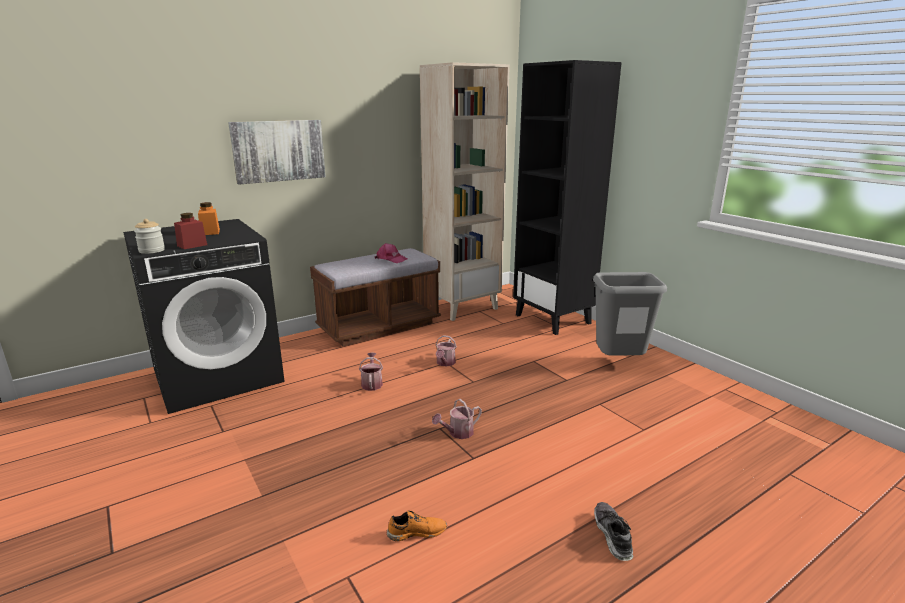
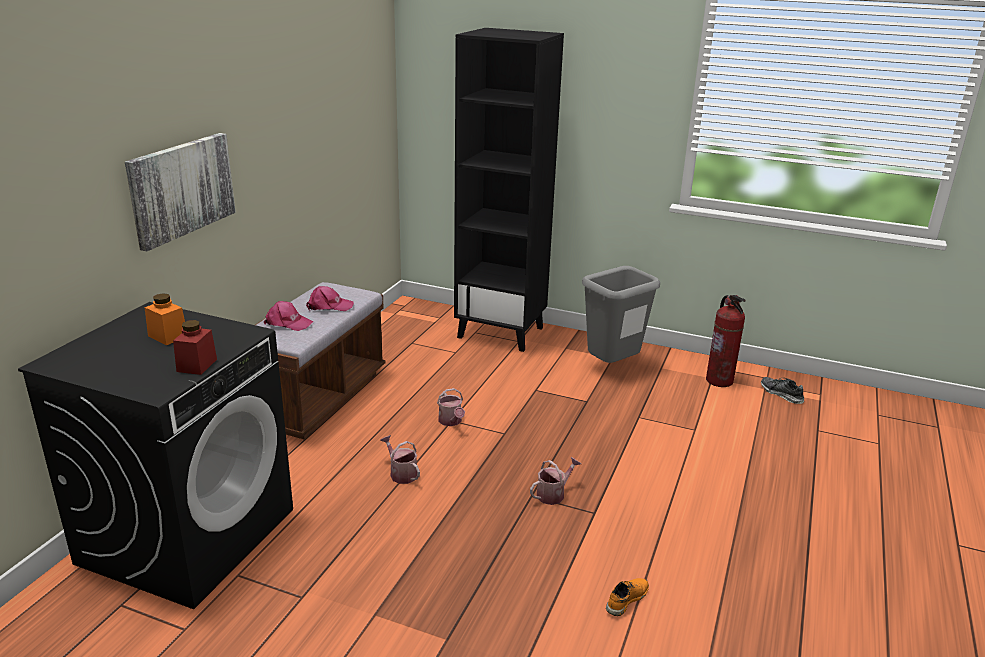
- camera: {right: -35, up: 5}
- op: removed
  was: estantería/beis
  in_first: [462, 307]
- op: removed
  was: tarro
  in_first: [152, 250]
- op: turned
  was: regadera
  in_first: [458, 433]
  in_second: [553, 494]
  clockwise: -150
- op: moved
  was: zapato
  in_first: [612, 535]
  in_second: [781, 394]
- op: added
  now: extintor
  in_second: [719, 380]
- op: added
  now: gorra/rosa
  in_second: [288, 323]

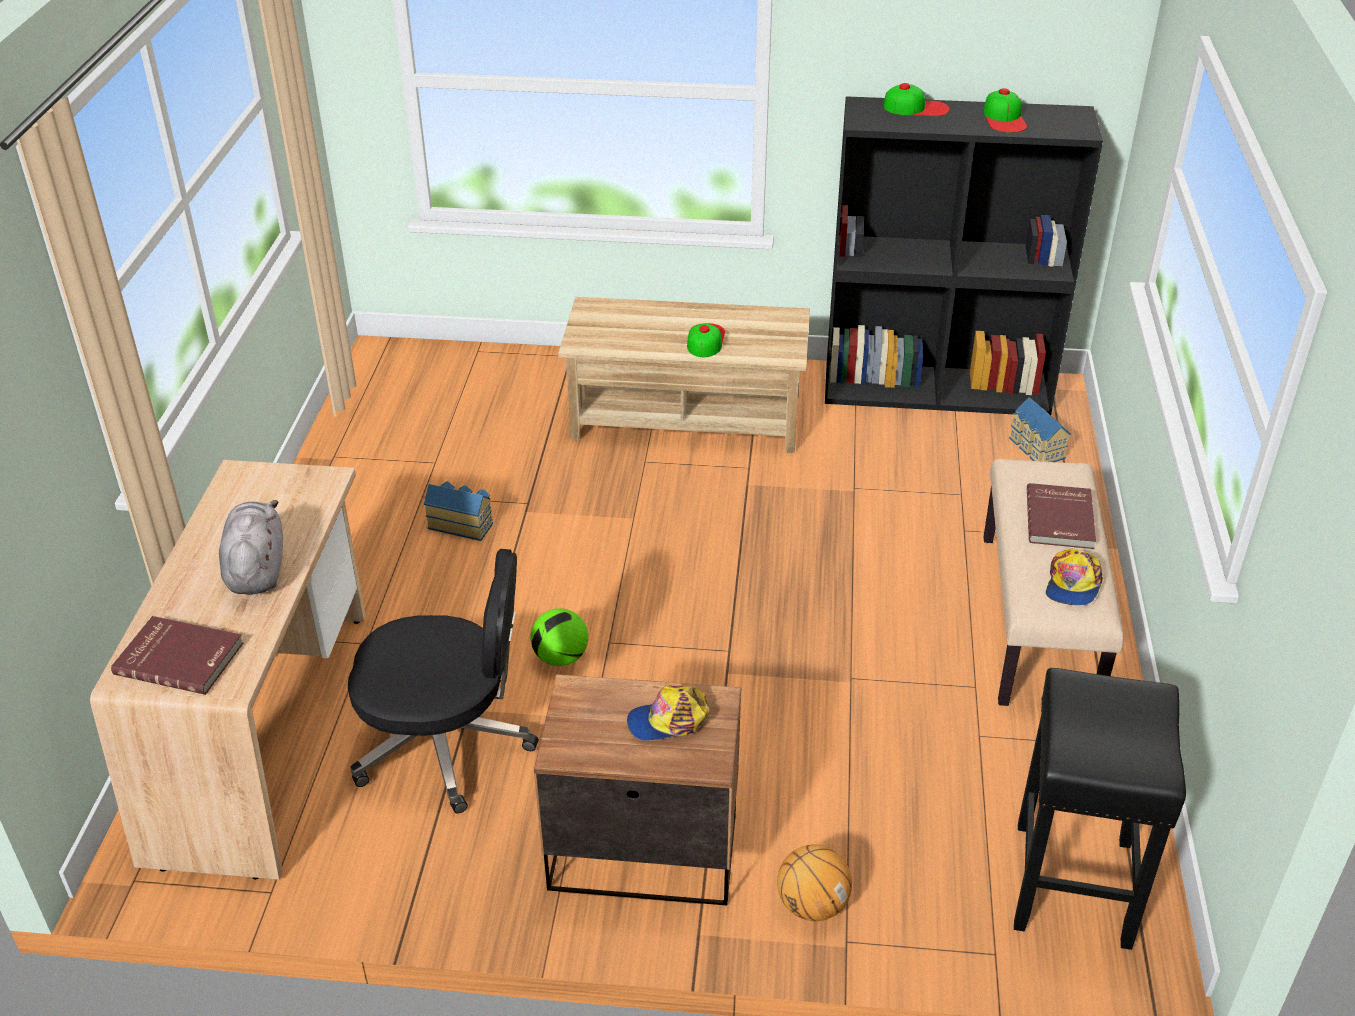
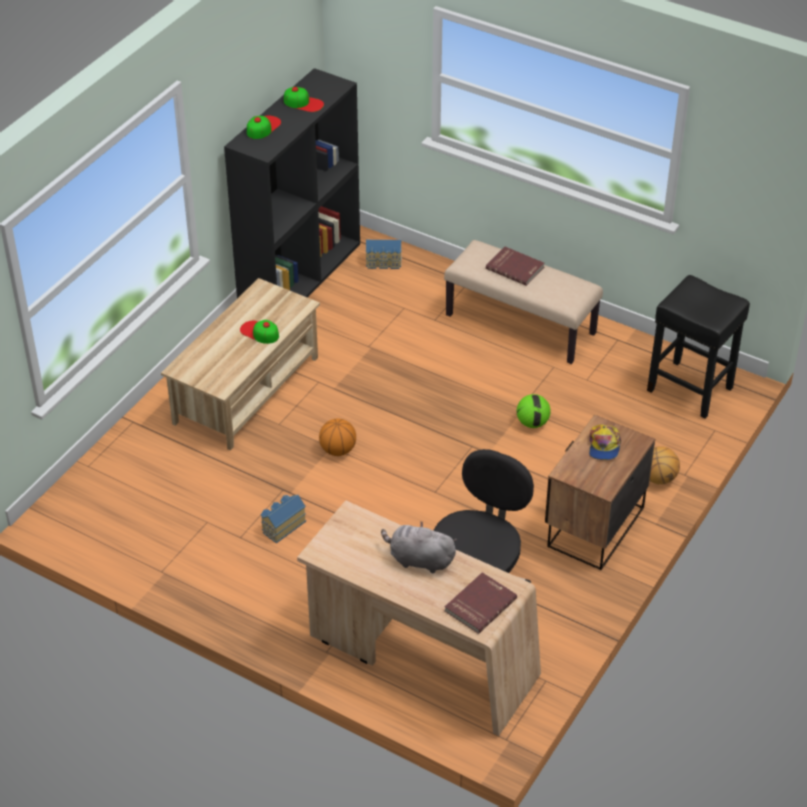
- camera: {right: -65, up: 5}
- op: removed
  was: gorra
  in_first: [1072, 584]
- op: moved
  was: balón de fútbol
  in_first: [560, 657]
  in_second: [532, 423]
- op: added
  now: balón de baloncesto
  in_second: [338, 450]

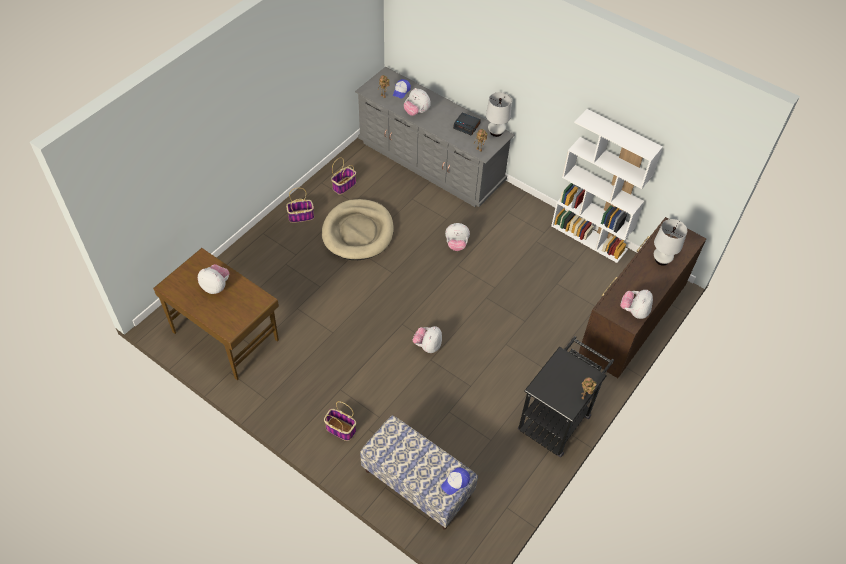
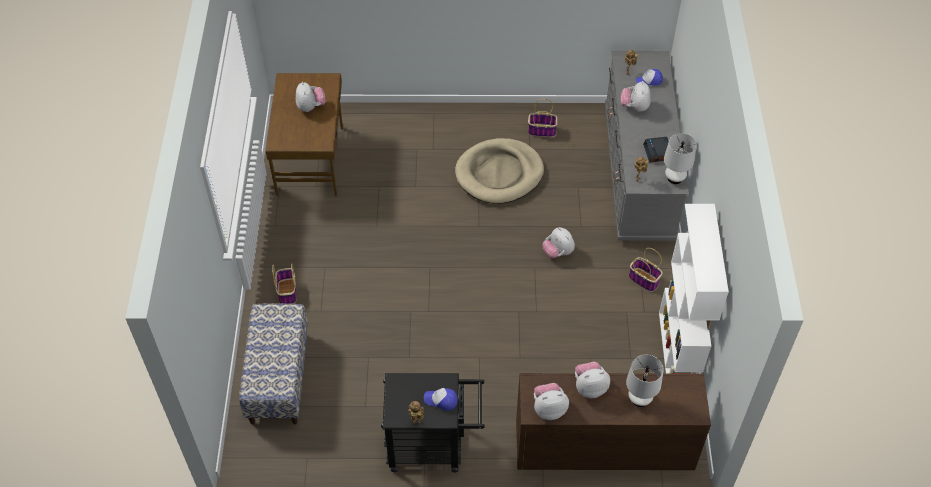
- camera: {right: 55, up: 0}
- op: moved
  was: cesta
  in_first: [301, 216]
  in_second: [644, 280]
- op: moved
  was: peluche
  in_first: [427, 346]
  in_second: [589, 387]
- op: moved
  was: gorra
  in_first: [455, 482]
  in_second: [441, 400]

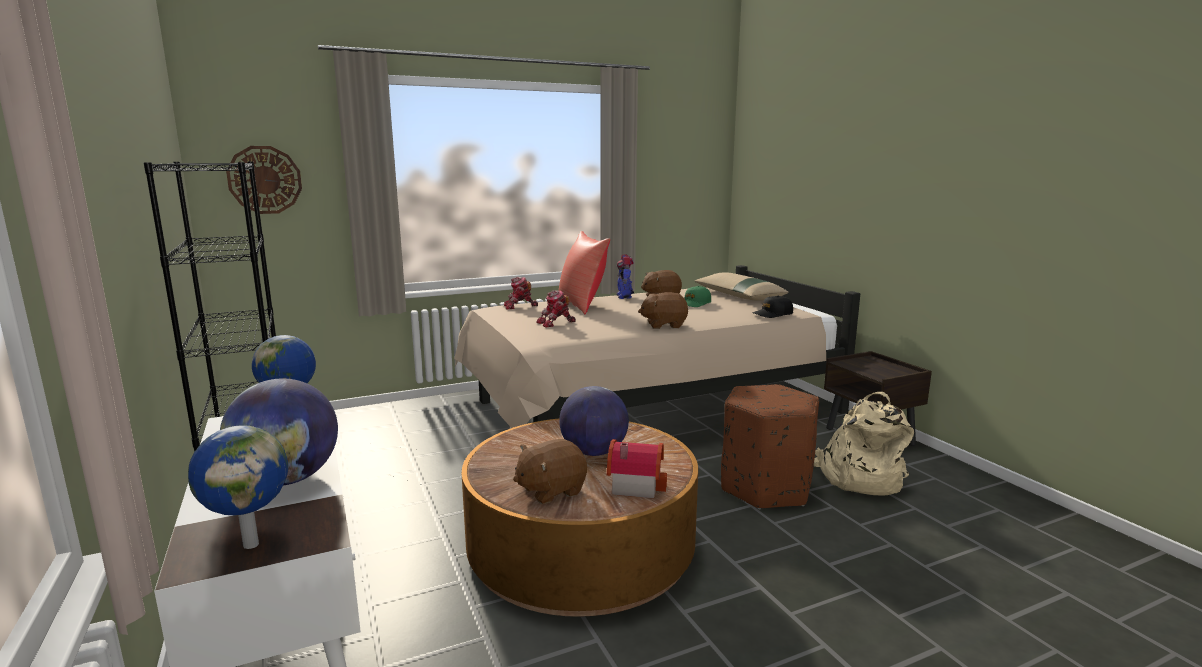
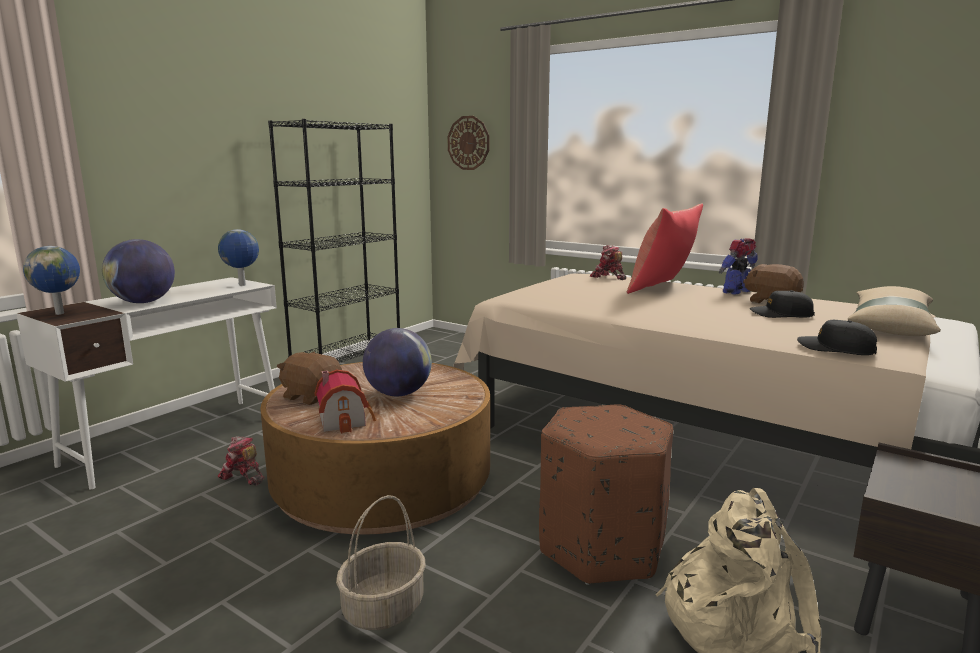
- camera: {right: 60, up: 0}
- op: recoloured
  was: gorra/verde
  now: gorra/negro
  in_first: [694, 304]
  in_second: [781, 314]
- op: moved
  was: robot de juguete
  in_first: [556, 323]
  in_second: [243, 477]
- op: removed
  was: peluche/marrón
  in_first: [664, 325]
- op: added
  now: cesta
  in_second: [383, 608]

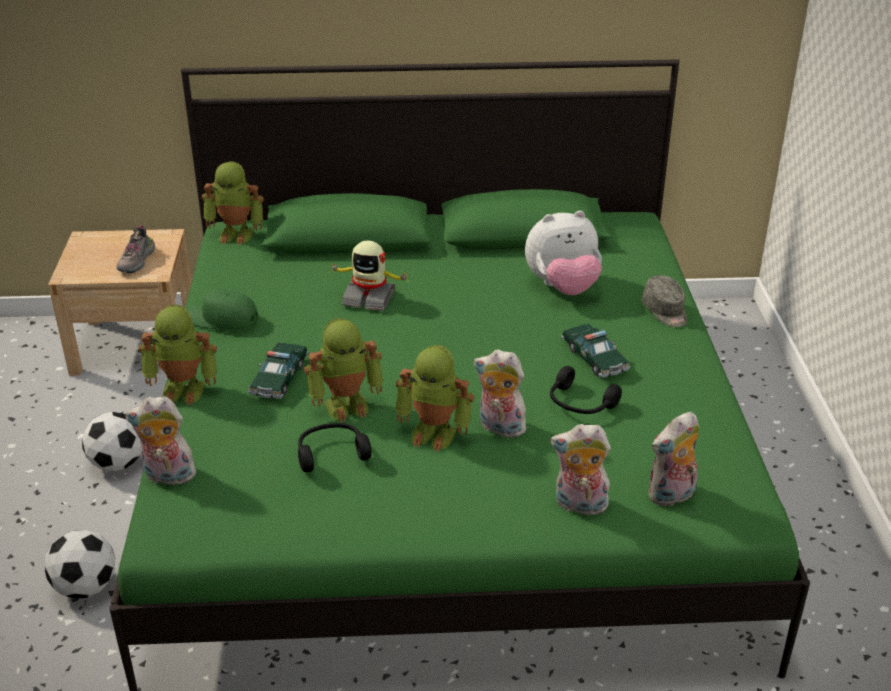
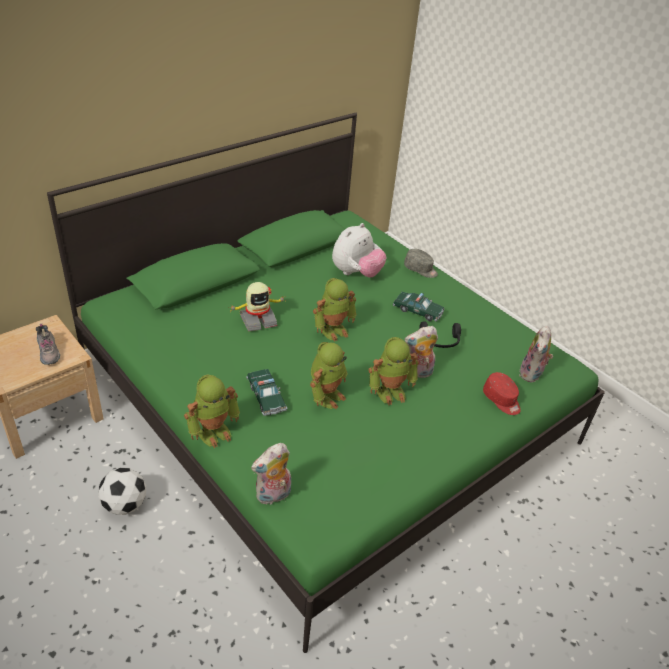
- camera: {right: -40, up: 5}
- op: moved
  was: robot de juguete
  in_first: [237, 234]
  in_second: [333, 330]
- op: removed
  was: gorra/verde
  in_first: [222, 319]
- op: removed
  was: auriculares/negro
  in_first: [331, 453]
- op: replaced
  was: peluche
  now: gorra/rojo
  in_first: [579, 505]
  in_second: [501, 400]
- op: removed
  was: balón de fútbol
  in_first: [86, 587]

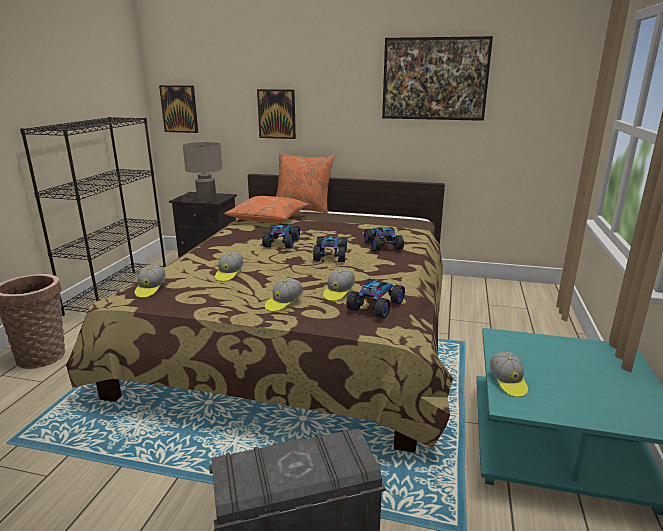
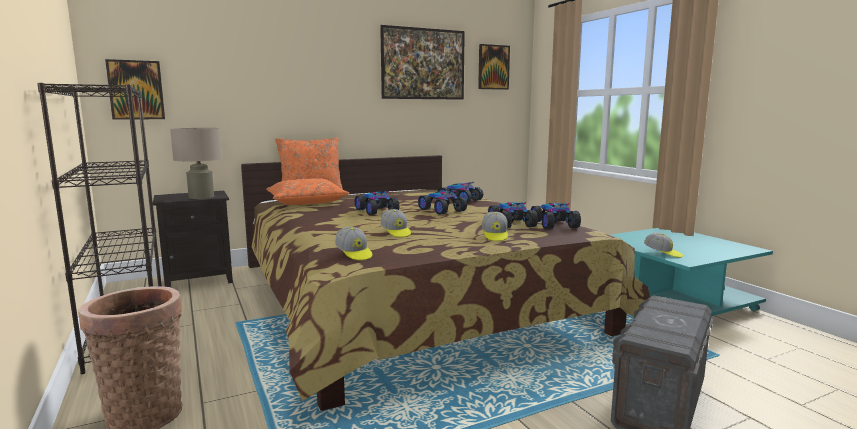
- camera: {right: -40, up: -10}
- op: moved
  was: cuadro
  in_first: [277, 114]
  in_second: [493, 67]
- op: replaced
  was: gorra
  now: coche de juguete
  in_first: [338, 292]
  in_second: [512, 224]

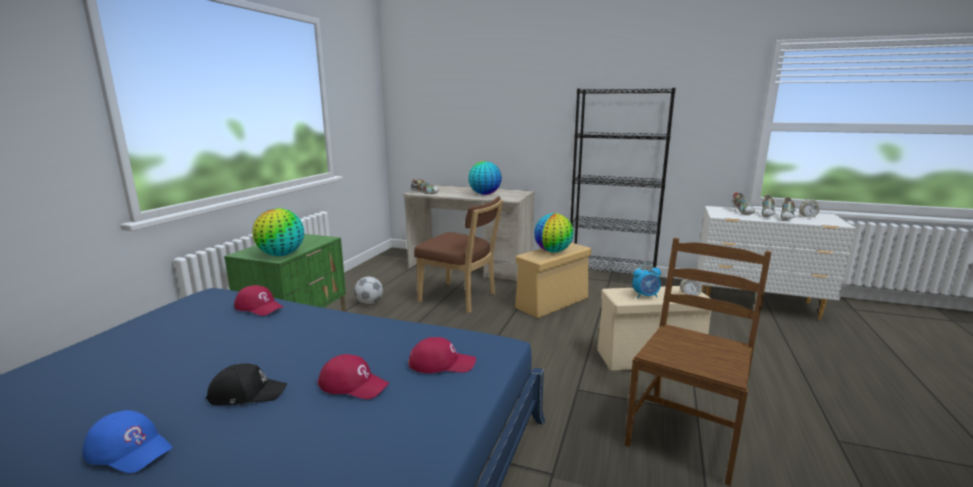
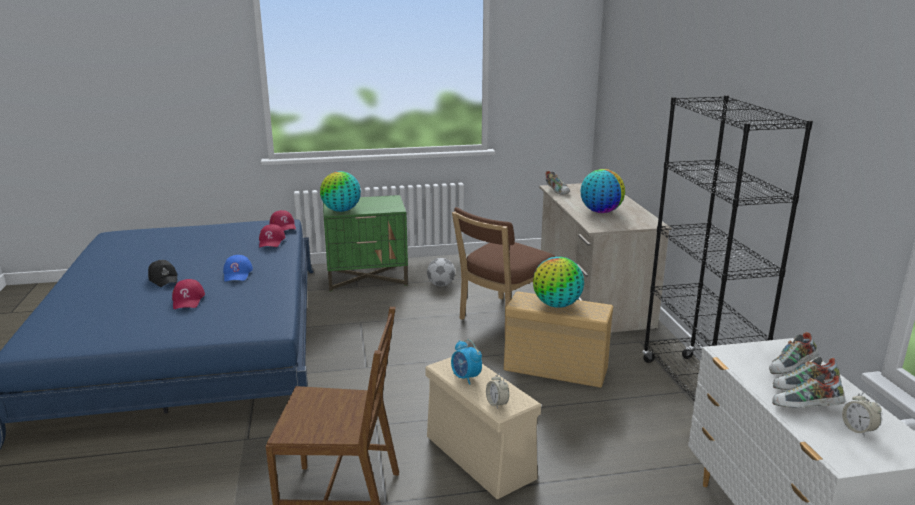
- camera: {right: 60, up: 5}
- op: turned
  was: silla/marrón
  in_first: [460, 299]
  in_second: [501, 319]
  clockwise: 45
- op: moved
  was: gorra/rojo
  in_first: [442, 363]
  in_second: [283, 226]
- op: moved
  was: gorra/azul
  in_first: [130, 449]
  in_second: [237, 274]

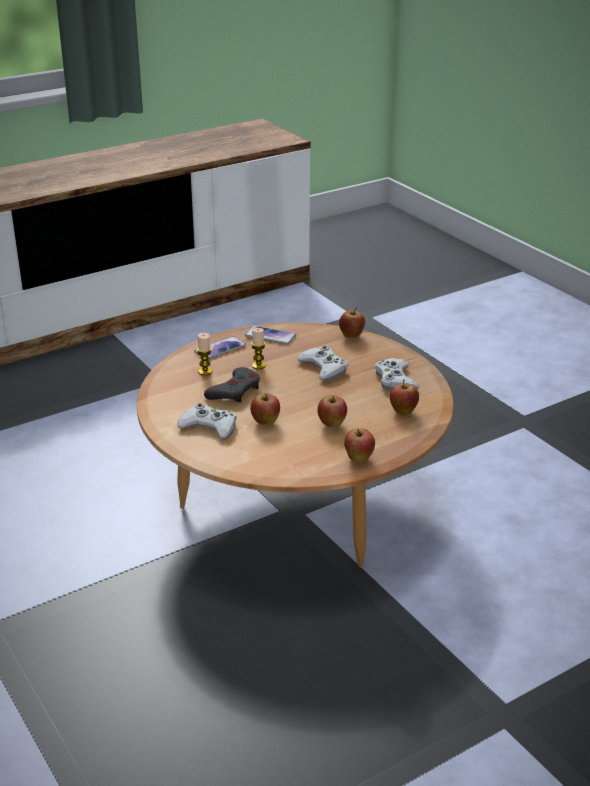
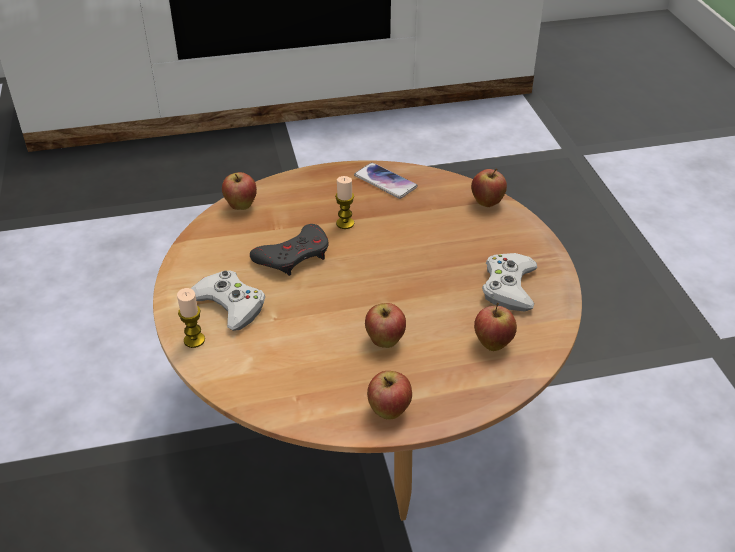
- camera: {right: 20, up: 10}
- op: moved
  was: vela
  in_first: [205, 372]
  in_second: [194, 340]
- op: removed
  was: móvil
  in_first: [220, 349]
- op: removed
  was: mando de consola/blanco
  in_first: [324, 368]
- op: moved
  was: manzana
  in_first: [265, 423]
  in_second: [241, 206]

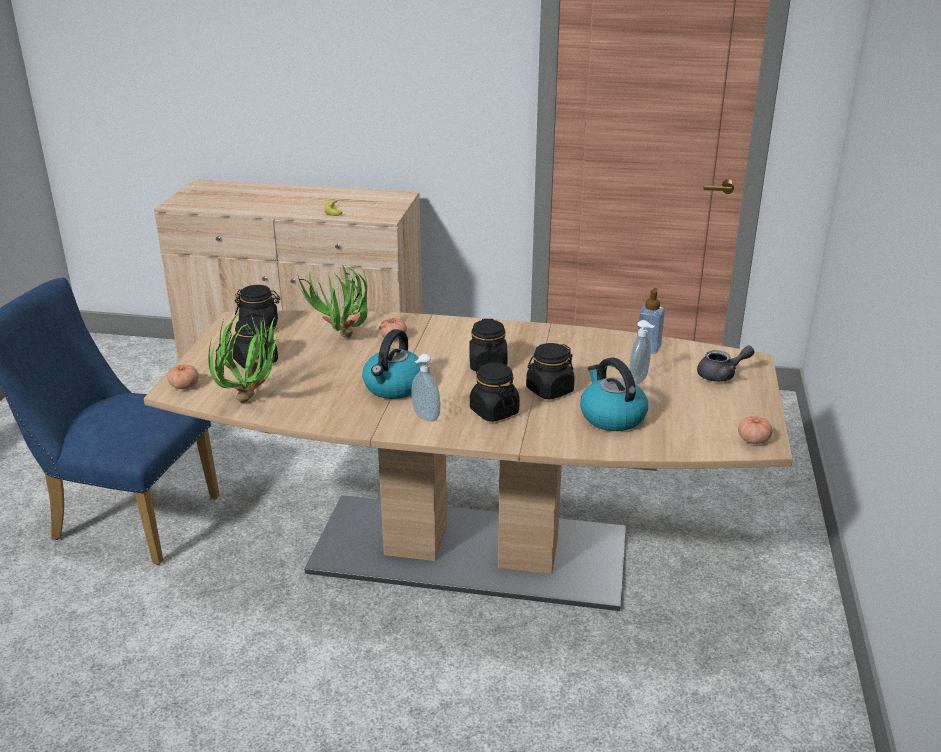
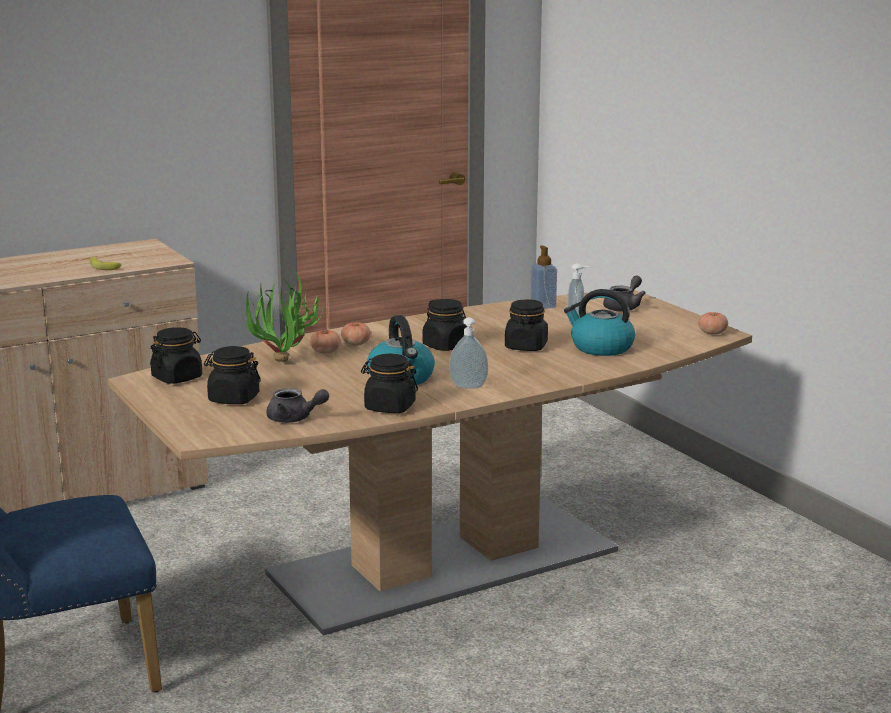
- camera: {right: -40, up: -10}
- op: replaced
  was: planta en maceta
  now: tetera/gris
  in_first: [255, 398]
  in_second: [294, 419]
- op: moved
  was: tarro/negro
  in_first: [494, 411]
  in_second: [389, 407]
- op: moved
  was: tomate
  in_first: [184, 386]
  in_second: [356, 343]

